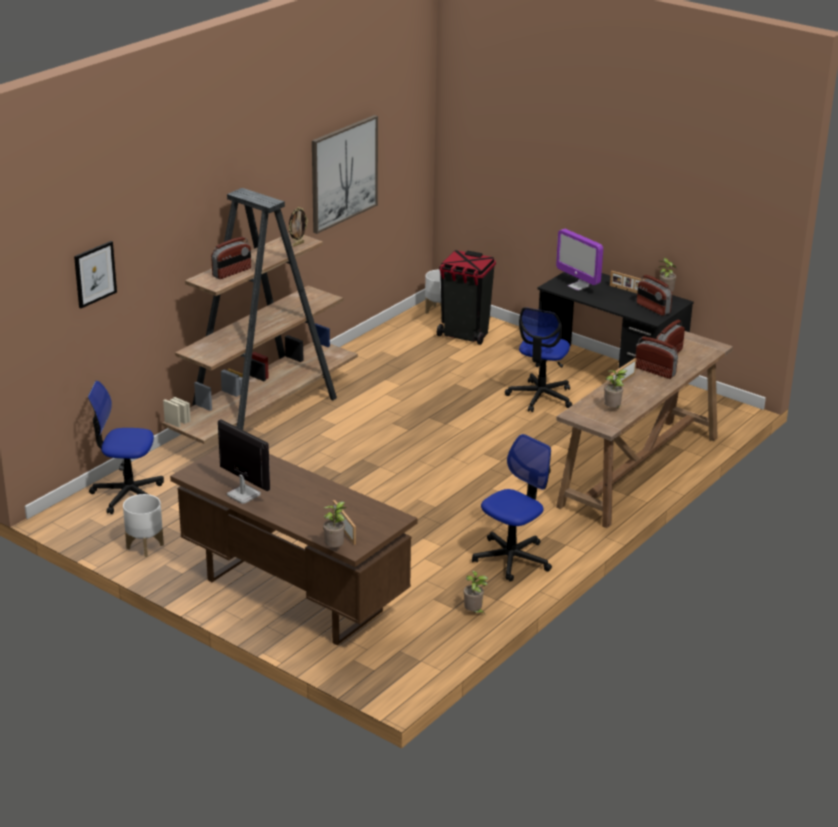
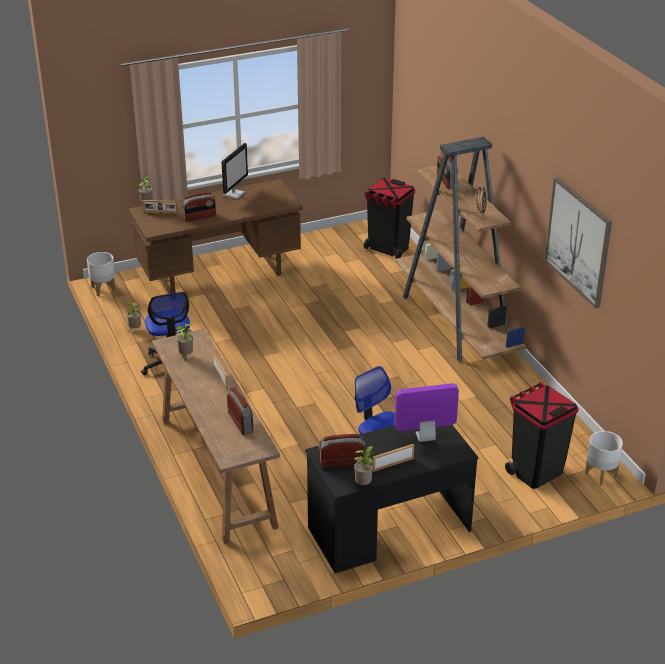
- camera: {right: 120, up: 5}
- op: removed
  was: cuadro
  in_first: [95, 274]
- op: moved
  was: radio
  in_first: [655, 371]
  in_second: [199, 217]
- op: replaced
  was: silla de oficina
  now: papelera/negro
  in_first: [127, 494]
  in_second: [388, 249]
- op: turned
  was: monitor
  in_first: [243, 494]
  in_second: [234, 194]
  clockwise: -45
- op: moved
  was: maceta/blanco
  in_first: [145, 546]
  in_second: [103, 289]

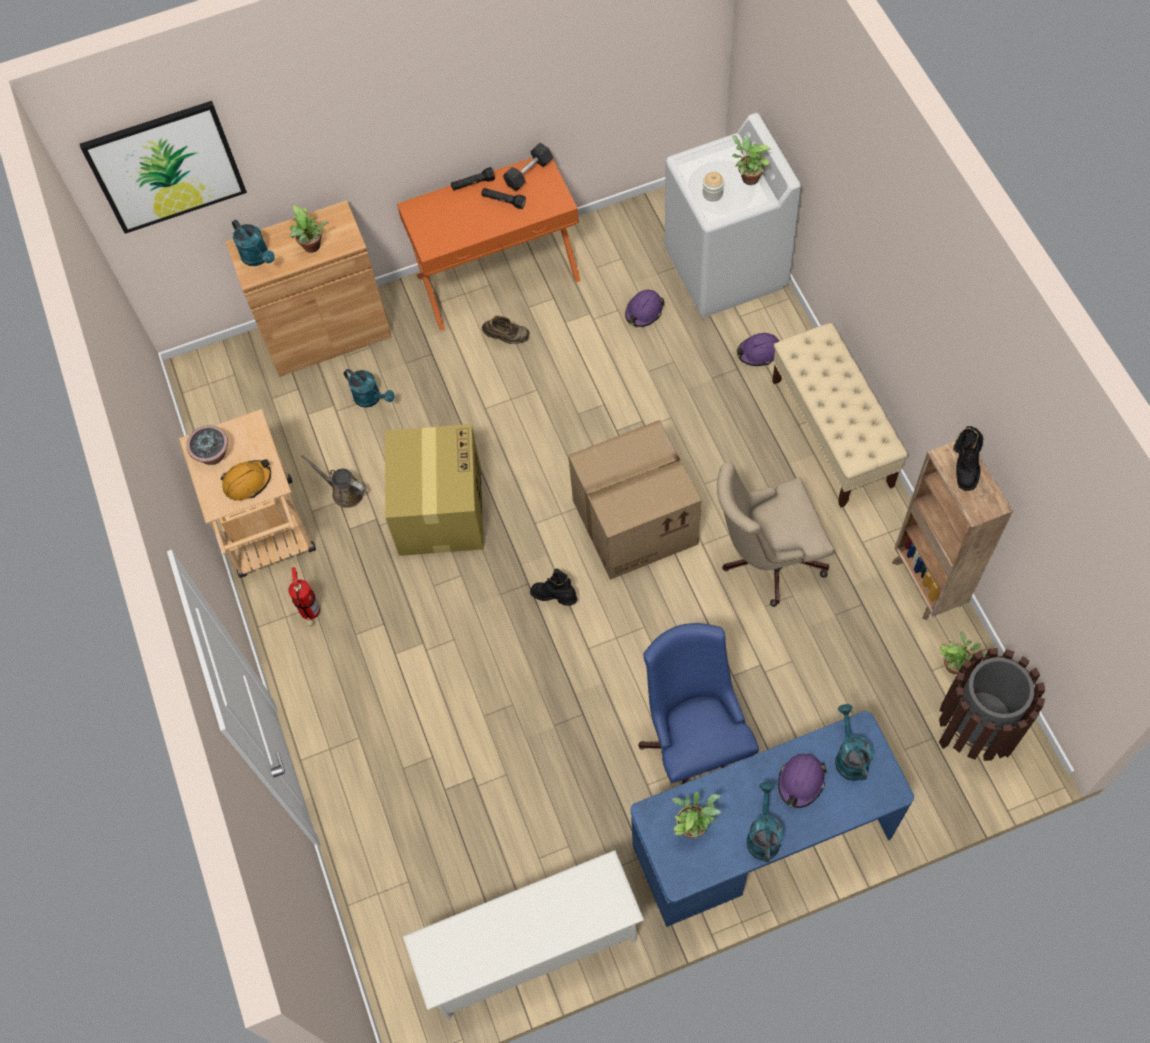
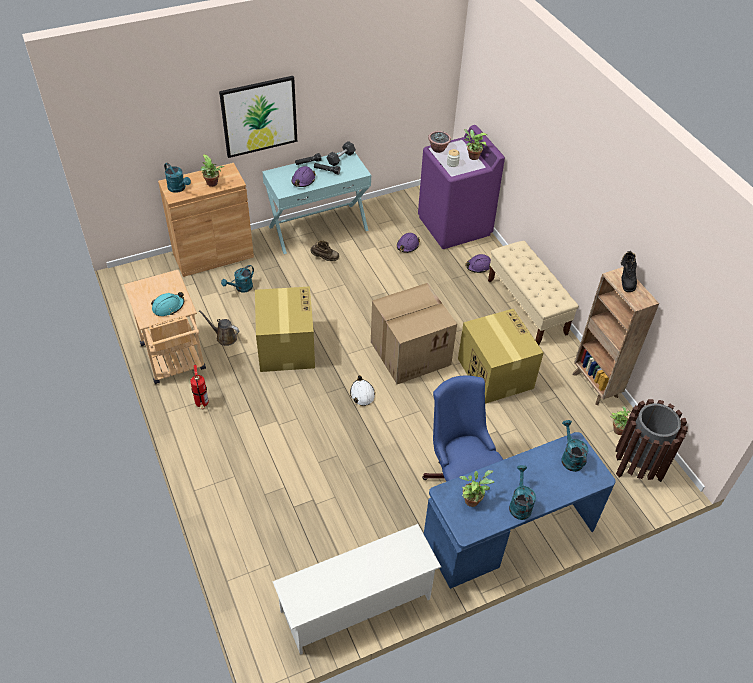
- camera: {right: -10, up: -15}
- op: moved
  was: cuadro
  in_first: [166, 167]
  in_second: [259, 116]
- op: recoloured
  was: lavadora/blanco
  now: lavadora/morado
  in_first: [726, 269]
  in_second: [454, 226]
- op: recoloured
  was: mesa consola/naranja
  now: mesa consola/turquesa
  in_first: [498, 277]
  in_second: [318, 228]
- op: turned
  was: regadera/turquesa
  in_first: [371, 398]
  in_second: [241, 288]
  clockwise: 105
- op: moved
  was: planta en maceta
  in_first: [213, 455]
  in_second: [438, 149]
- op: recoloured
  was: casco/naranja
  now: casco/turquesa
  in_first: [247, 482]
  in_second: [168, 307]
- op: replaced
  was: silla de oficina/beis
  now: caja de cartón
  in_first: [766, 559]
  in_second: [494, 372]
- op: replaced
  was: bota/negro
  now: casco/blanco
  in_first: [555, 597]
  in_second: [362, 394]
- op: moved
  was: casco/morado
  in_first: [801, 782]
  in_second: [303, 180]

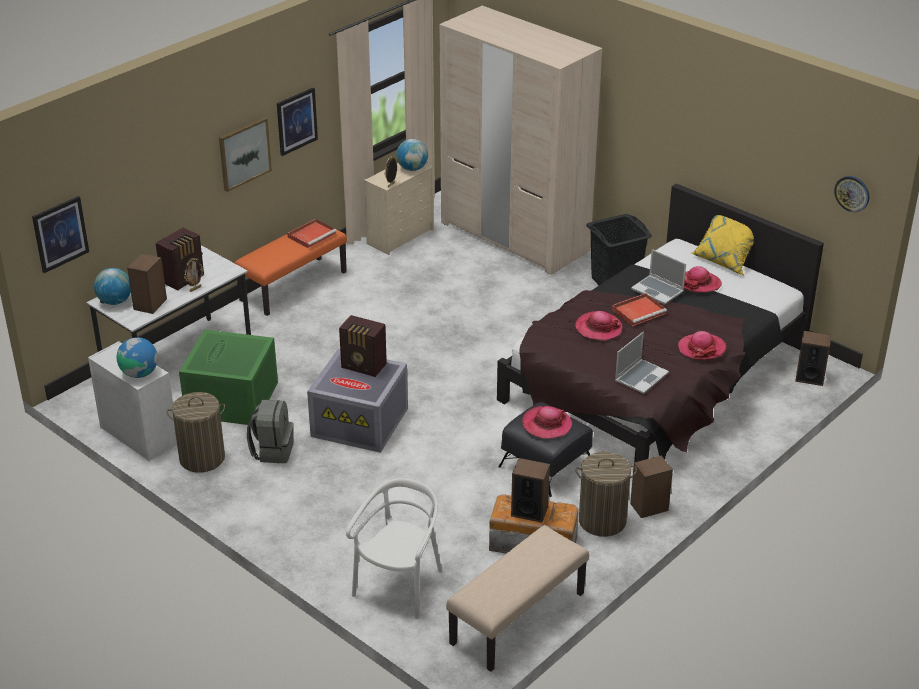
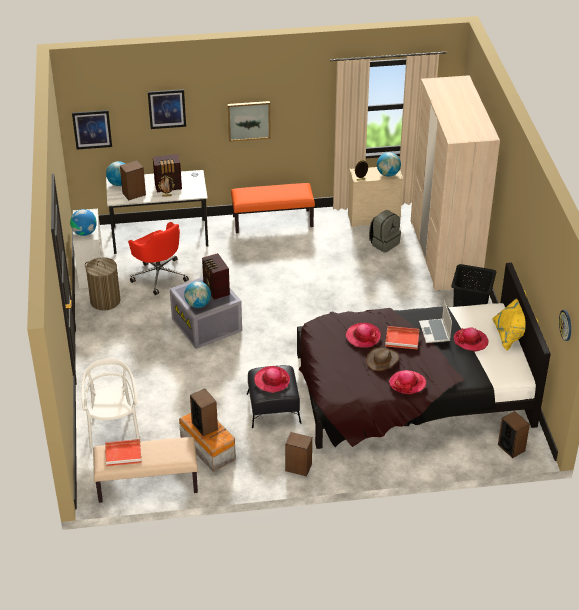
- camera: {right: 40, up: 5}
- op: moved
  was: cuadro
  in_first: [296, 121]
  in_second: [167, 108]
- op: moved
  was: bandeja/rojo
  in_first: [312, 235]
  in_second: [124, 454]
- op: replaced
  was: caja de almacenaje/verde
  now: silla de oficina/rojo
  in_first: [232, 400]
  in_second: [159, 275]
- op: removed
  was: portátil
  in_first: [641, 377]
- op: moved
  was: mochila/gris
  in_first: [272, 451]
  in_second: [384, 243]
- op: removed
  was: cesto de la ropa
  in_first: [602, 521]
- op: turned
  was: silla/blanco
  in_first: [400, 586]
  in_second: [113, 429]
  clockwise: -75
- op: added
  now: globo terráqueo
  in_second: [198, 304]
- op: added
  now: sombrero/marrón
  in_second: [382, 360]

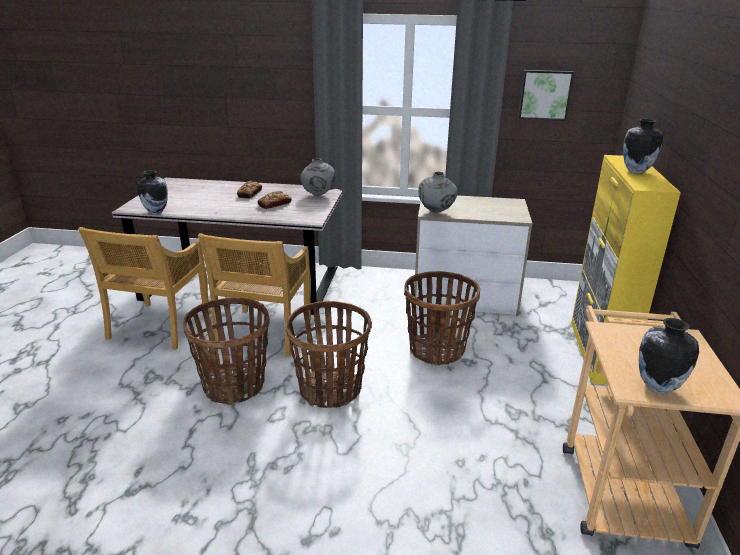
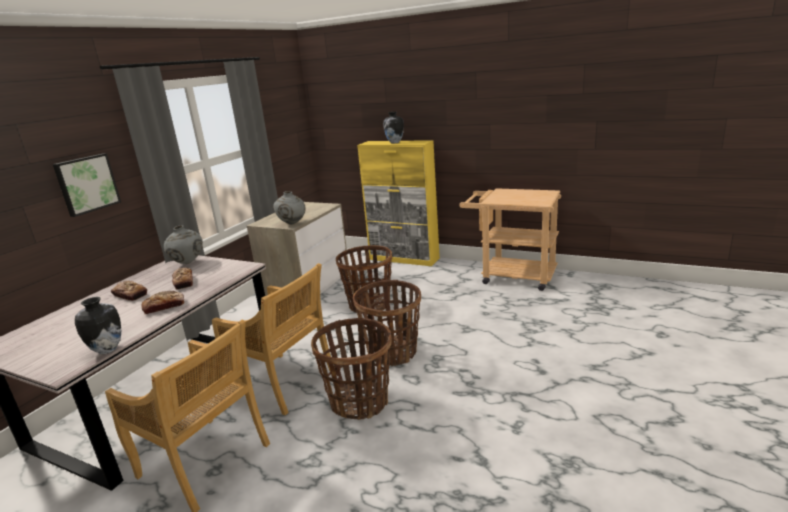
- camera: {right: -70, up: -5}
- op: moved
  was: cuadro
  in_first: [545, 95]
  in_second: [86, 184]
- op: removed
  was: florero
  in_first: [657, 387]
- op: added
  now: pan
  in_second: [164, 306]

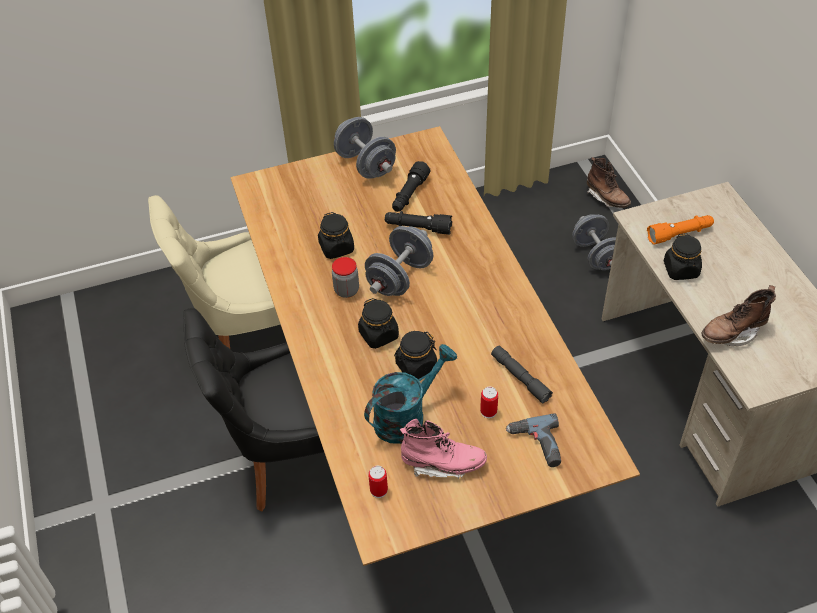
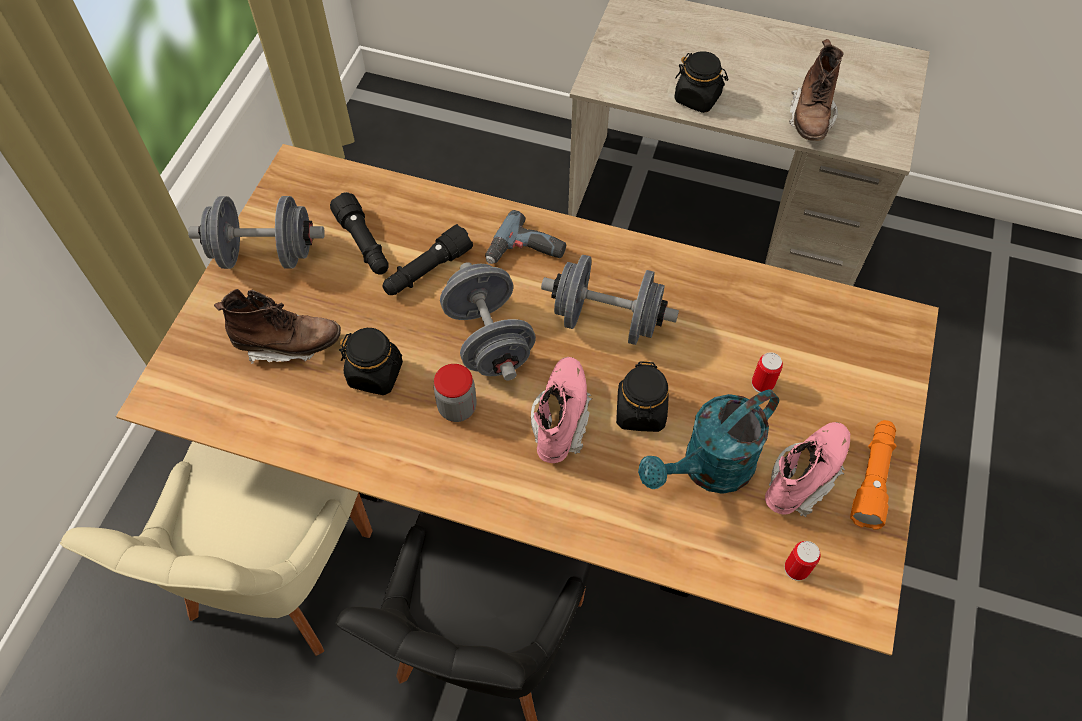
- camera: {right: -55, up: 10}
- op: moved
  was: bota/marrón
  in_first: [607, 198]
  in_second: [288, 344]
- op: moved
  was: mancuerna/gris
  in_first: [596, 255]
  in_second: [607, 320]
- op: moved
  was: linterna/naranja
  in_first: [680, 234]
  in_second: [872, 478]
- op: replaced
  was: tarro/negro
  now: bota/rosa
  in_first: [379, 335]
  in_second: [560, 419]
- op: turned
  was: regadera/turquesa
  in_first: [406, 416]
  in_second: [708, 469]
  clockwise: -120
- op: removed
  was: linterna/gris
  in_first: [520, 378]
- op: moved
  was: taladro
  in_first: [536, 445]
  in_second: [526, 253]

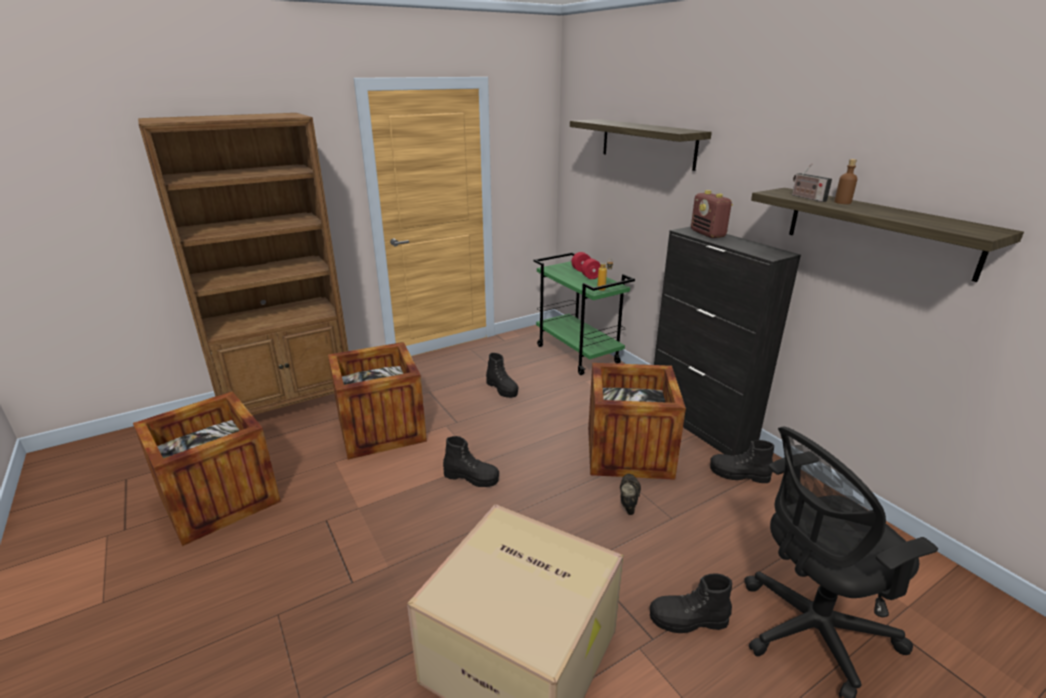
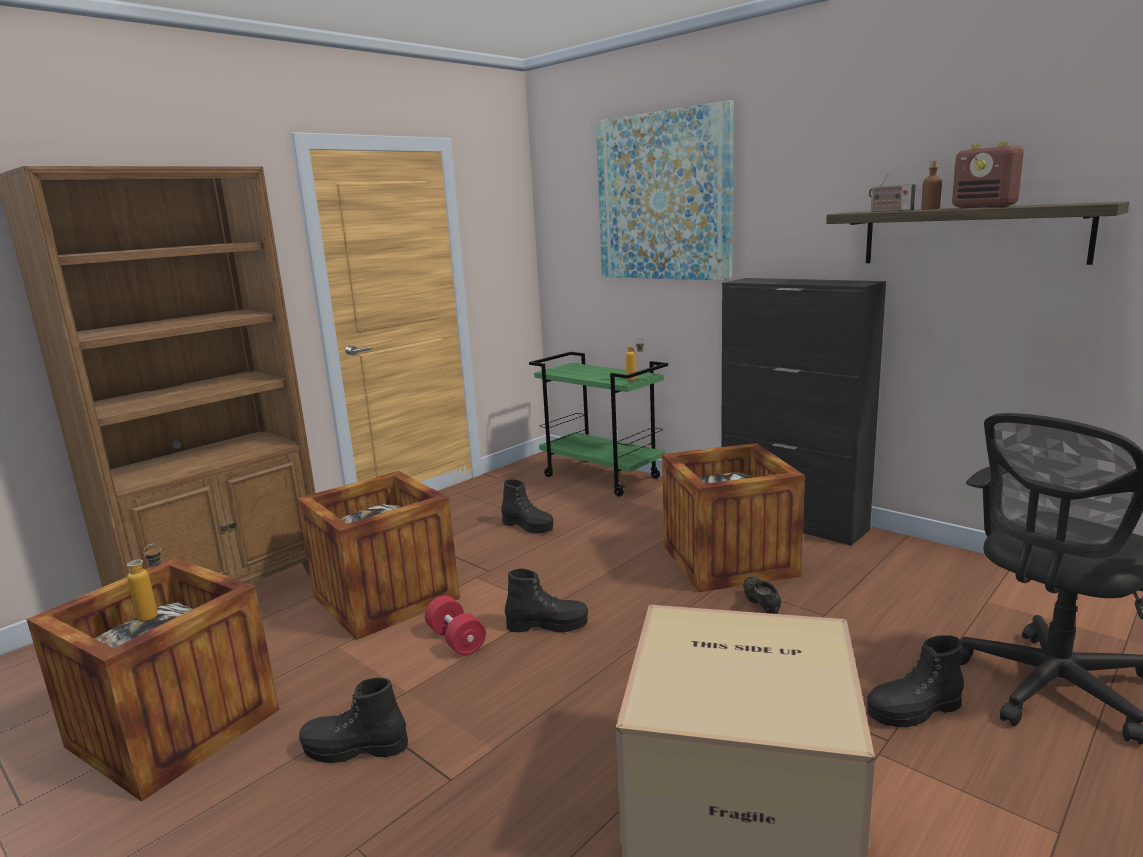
- camera: {right: -15, up: -10}
- op: replaced
  was: estante
  now: cuadro
  in_first: [647, 143]
  in_second: [663, 197]
- op: moved
  was: radio
  in_first: [708, 234]
  in_second: [984, 207]
- op: moved
  was: mancuerna/rojo
  in_first: [586, 274]
  in_second: [456, 640]
- op: moved
  was: bota/negro
  in_first: [739, 474]
  in_second: [354, 749]
- op: added
  now: botella
  in_second: [156, 614]

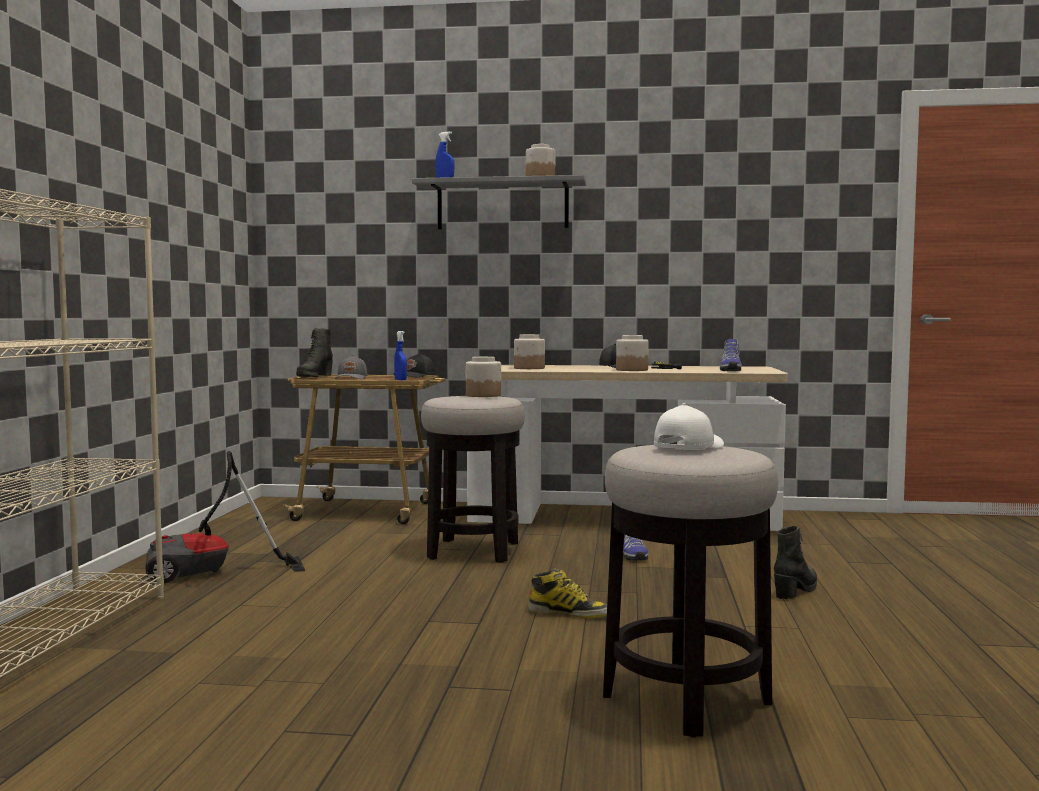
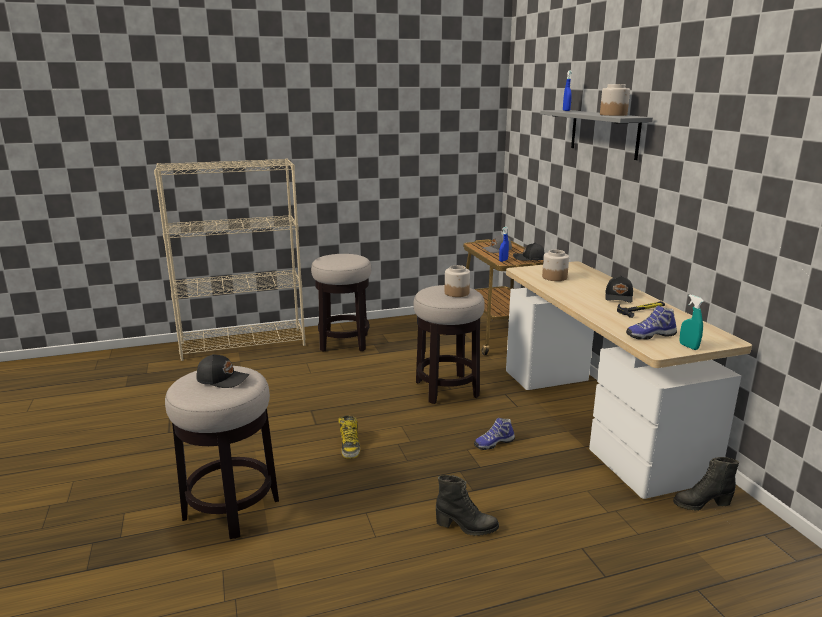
- camera: {right: 65, up: 15}
- op: moved
  was: bota/negro
  in_first: [314, 376]
  in_second: [701, 504]
- op: removed
  was: tarro
  in_first: [631, 370]
- op: recoloured
  was: gorra/blanco
  now: gorra/negro
  in_first: [687, 447]
  in_second: [223, 379]
- op: replaced
  was: aspiradora
  now: taburete
  in_first: [211, 574]
  in_second: [344, 342]
- op: added
  now: pulverizador/turquesa
  in_second: [688, 347]

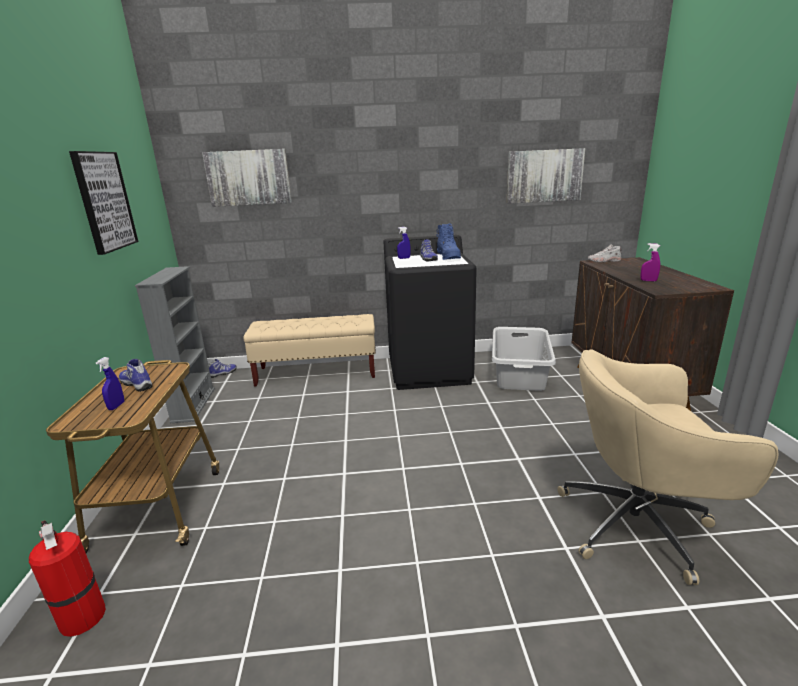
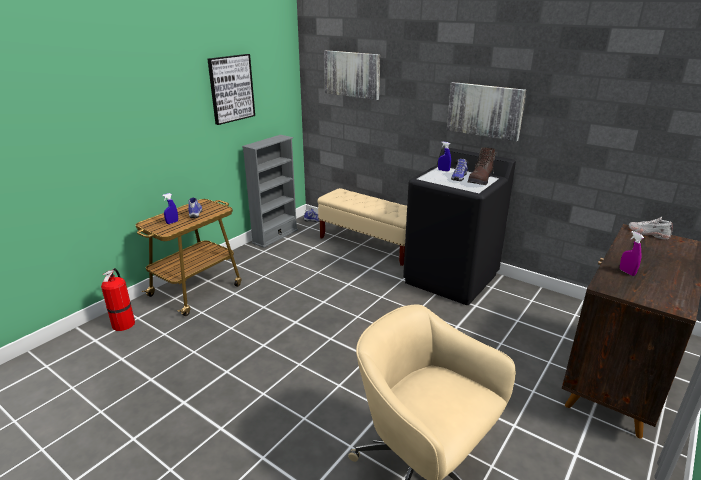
- camera: {right: 40, up: 5}
- op: moved
  was: cuadro
  in_first: [544, 176]
  in_second: [485, 110]
- op: recoloured
  was: bota/azul
  now: bota/marrón
  in_first: [448, 257]
  in_second: [480, 180]
- op: removed
  was: cesto de la ropa/gris
  in_first: [520, 374]

